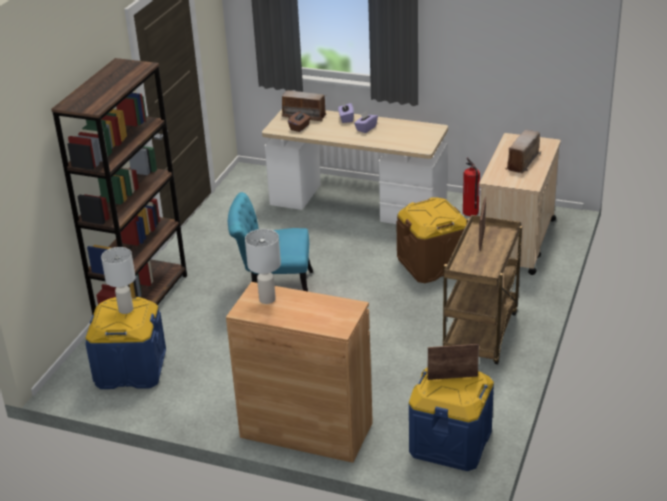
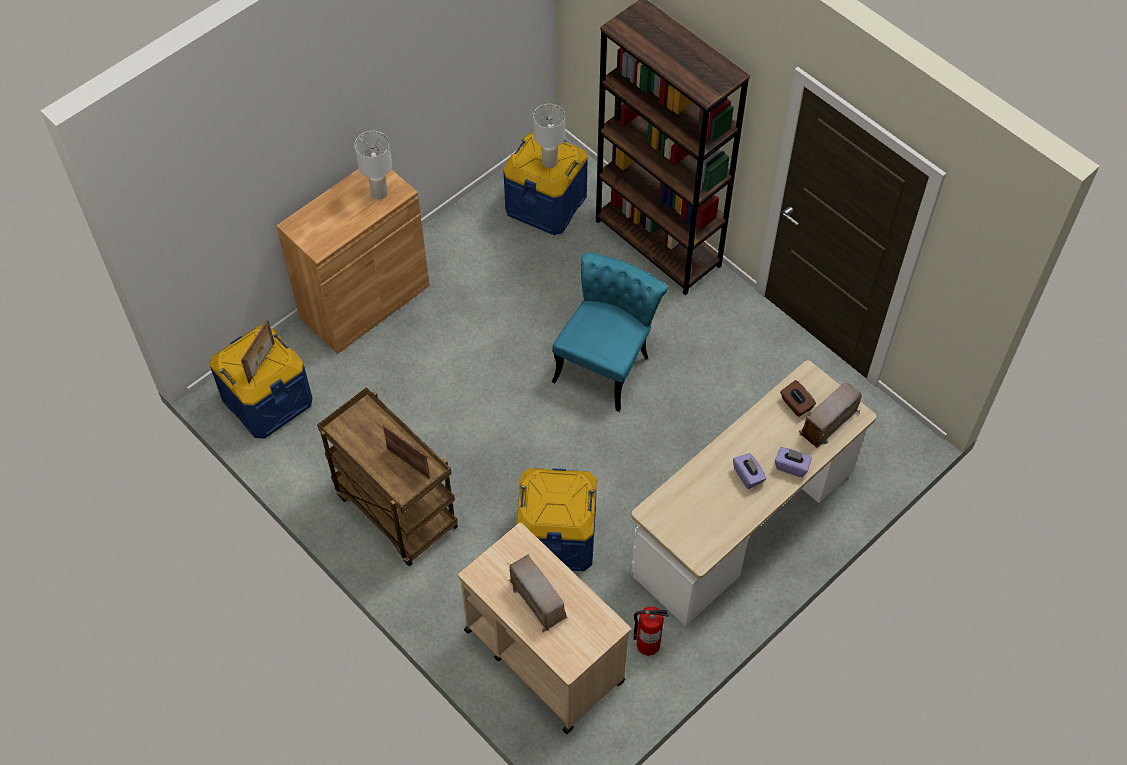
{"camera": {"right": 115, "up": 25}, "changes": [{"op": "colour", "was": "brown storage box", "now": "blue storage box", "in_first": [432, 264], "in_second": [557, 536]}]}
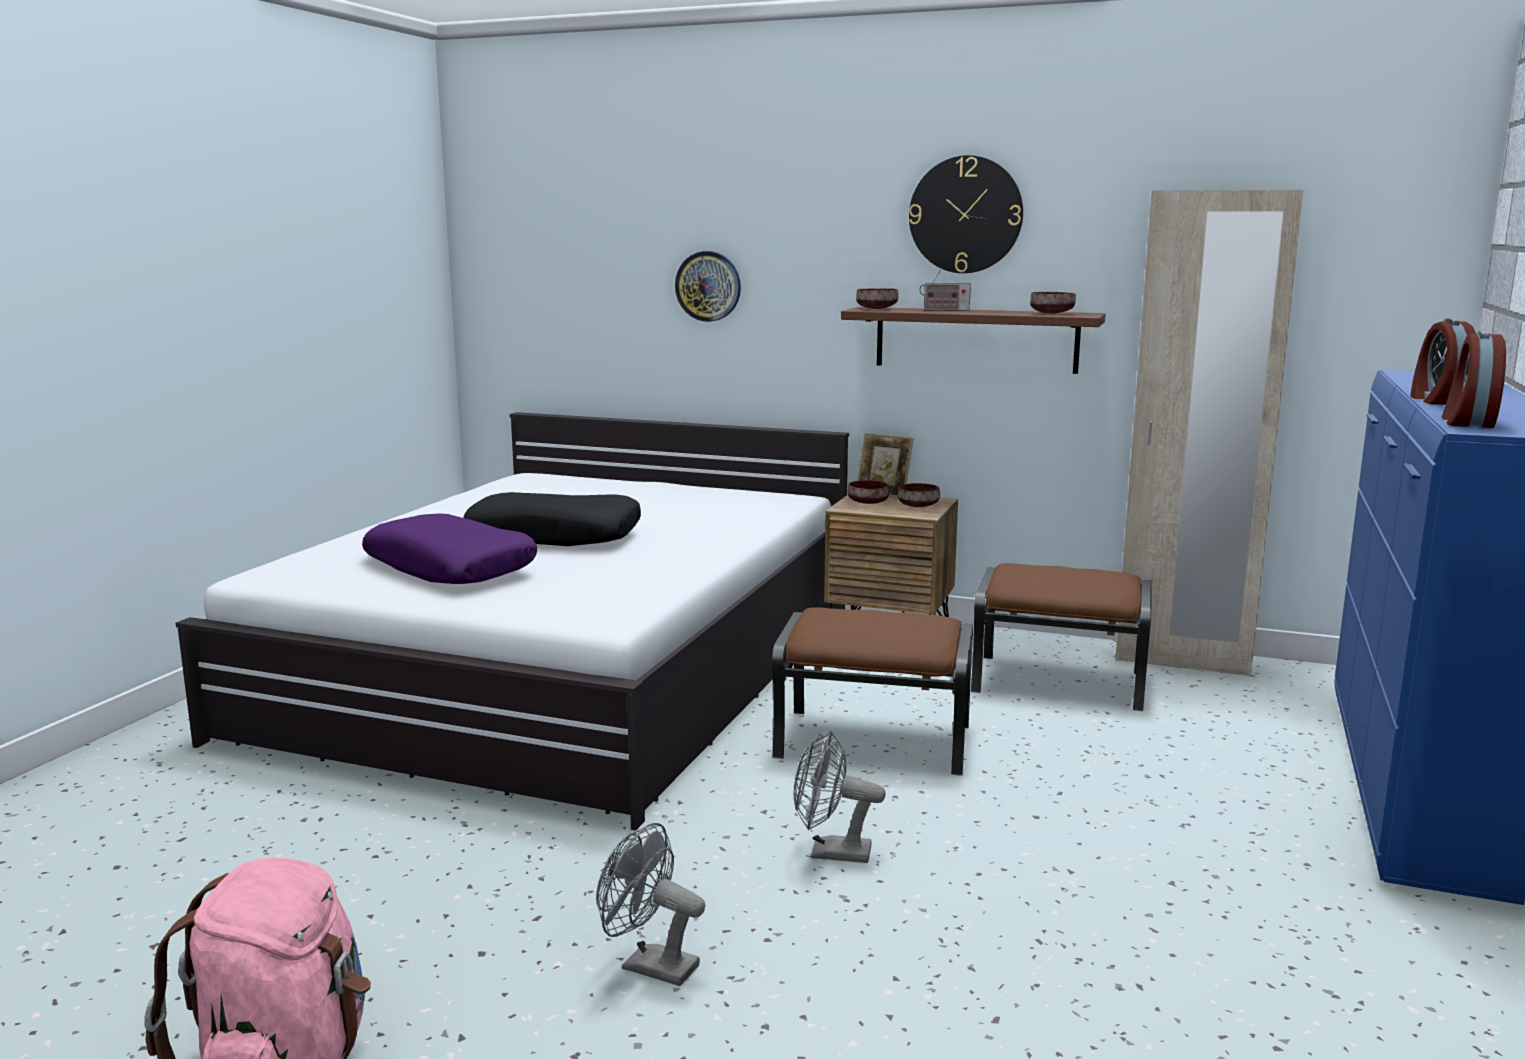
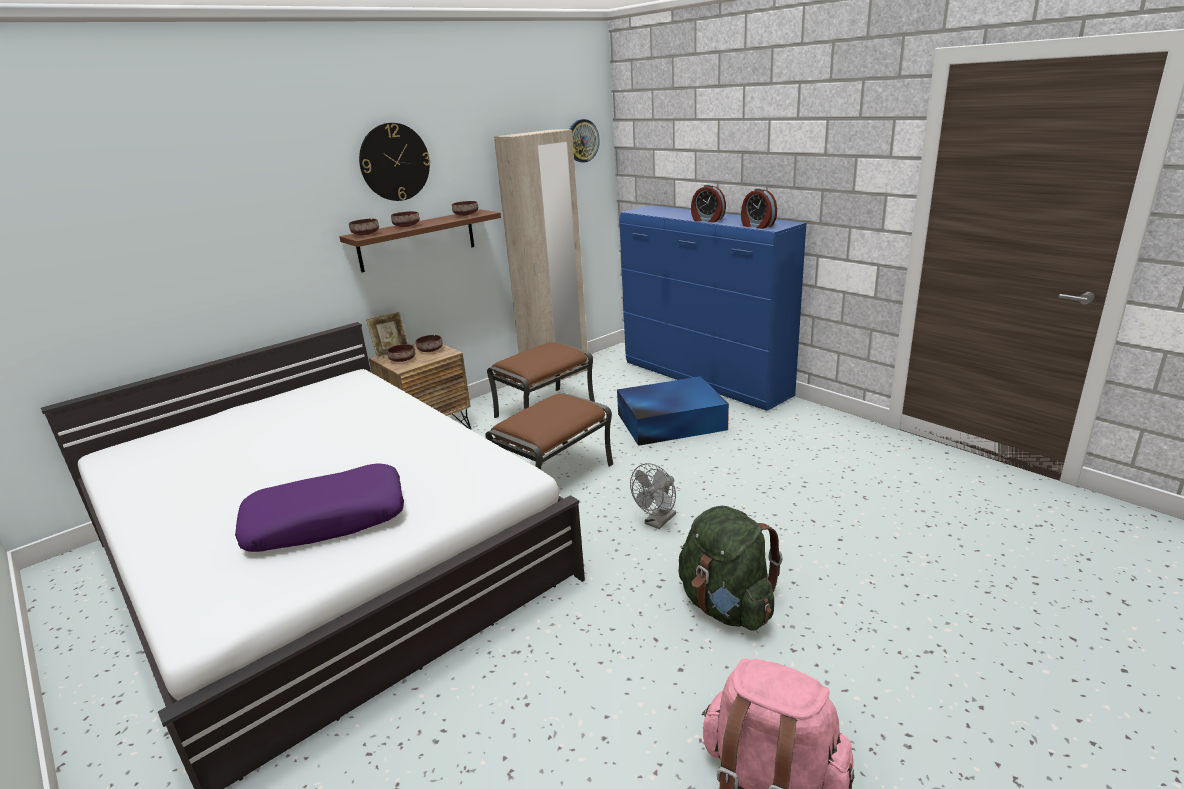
{"camera": {"right": -60, "up": 10}, "changes": [{"op": "exchanged", "was": "radio", "now": "brown bowl", "in_first": [944, 310], "in_second": [406, 226]}, {"op": "relocated", "was": "wall clock", "in_first": [708, 286], "in_second": [582, 141]}, {"op": "appeared", "now": "blue storage box", "in_second": [669, 421]}, {"op": "exchanged", "was": "grey fan", "now": "green backpack", "in_first": [649, 965], "in_second": [726, 607]}, {"op": "missing", "was": "black pillow", "in_first": [555, 536]}]}
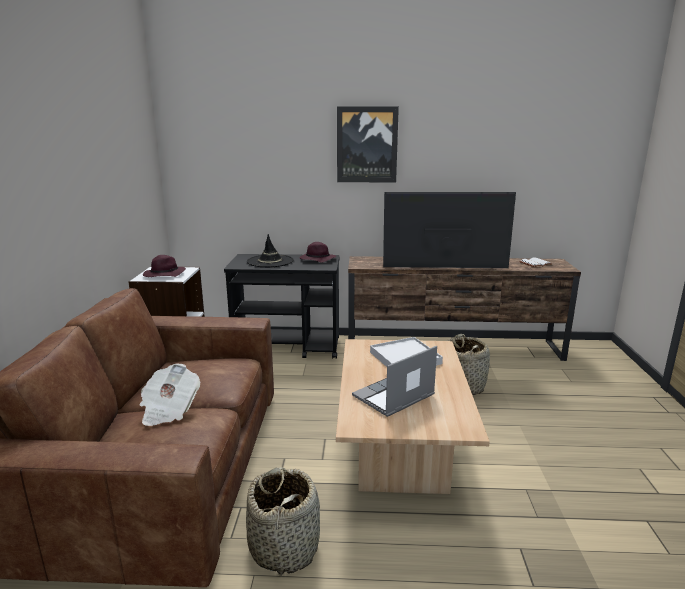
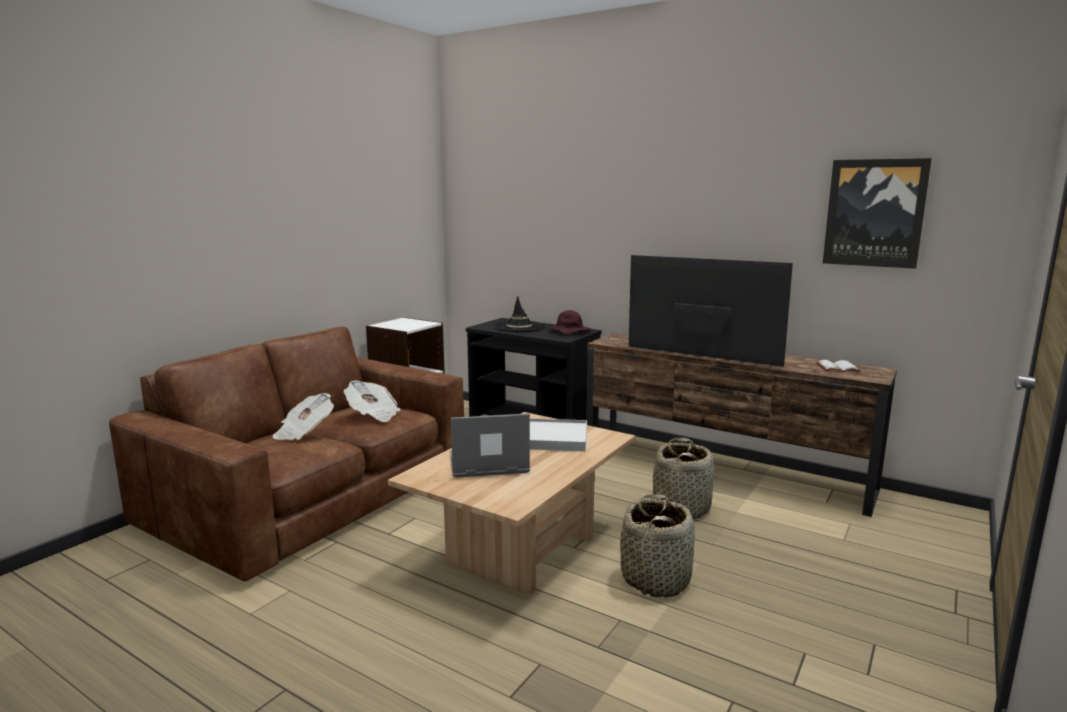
{"camera": {"right": 30, "up": -5}, "changes": [{"op": "appeared", "now": "newspaper", "in_second": [373, 415]}, {"op": "relocated", "was": "basket", "in_first": [284, 547], "in_second": [656, 579]}, {"op": "relocated", "was": "picture", "in_first": [367, 145], "in_second": [874, 213]}, {"op": "missing", "was": "purple hat", "in_first": [164, 275]}]}
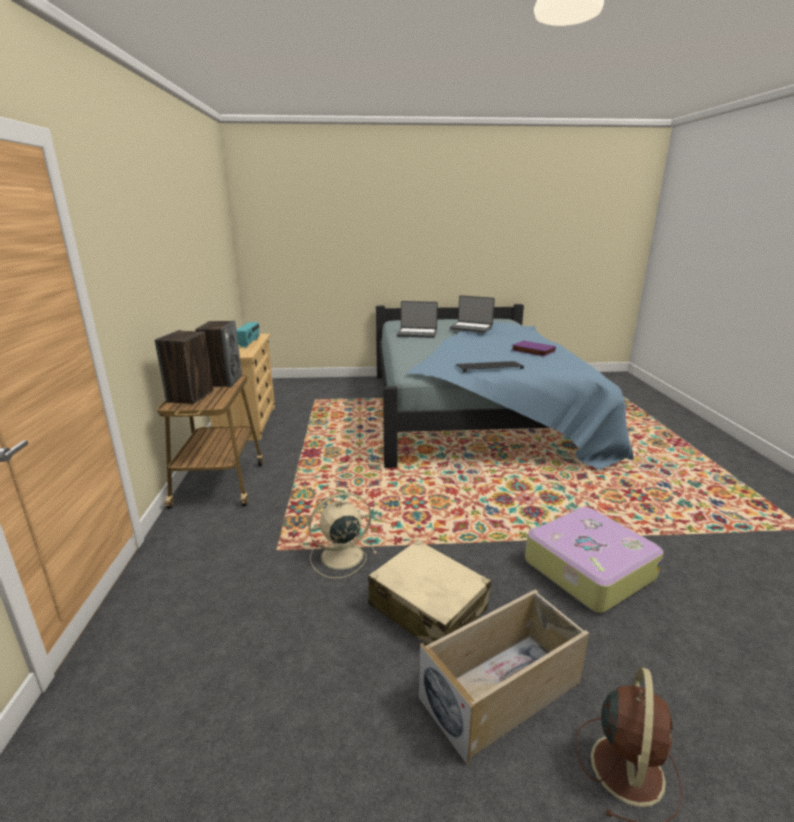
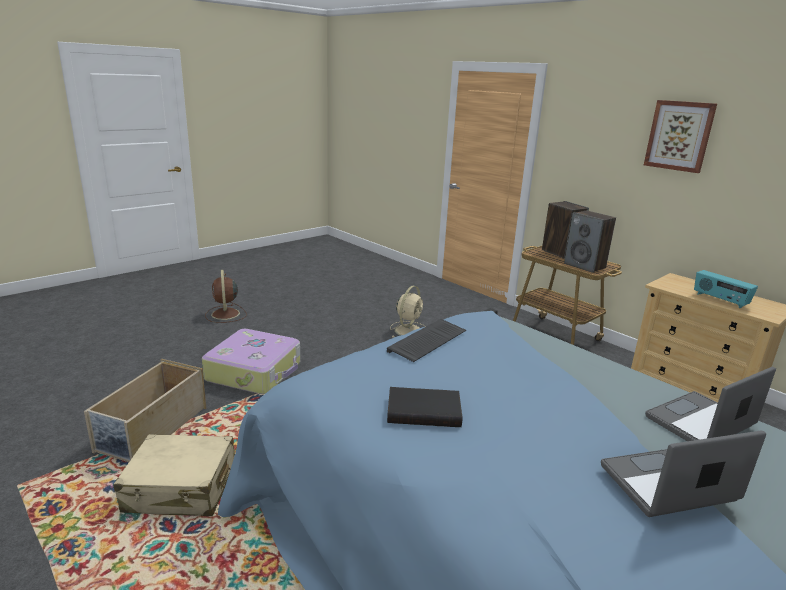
{"camera": {"right": 140, "up": 0}, "changes": [{"op": "relocated", "was": "beige storage box", "in_first": [501, 690], "in_second": [152, 429]}, {"op": "relocated", "was": "beige suitcase", "in_first": [427, 607], "in_second": [181, 488]}, {"op": "colour", "was": "purple book", "now": "black book", "in_first": [532, 351], "in_second": [424, 410]}, {"op": "appeared", "now": "picture", "in_second": [679, 136]}]}
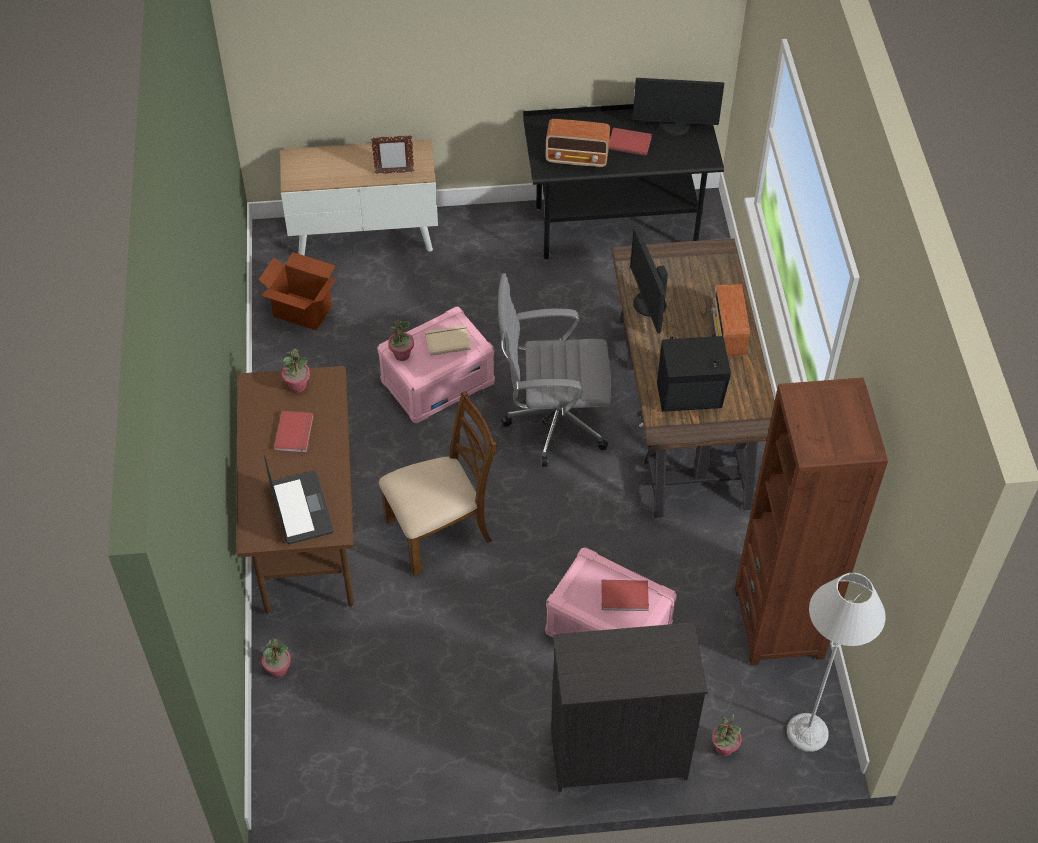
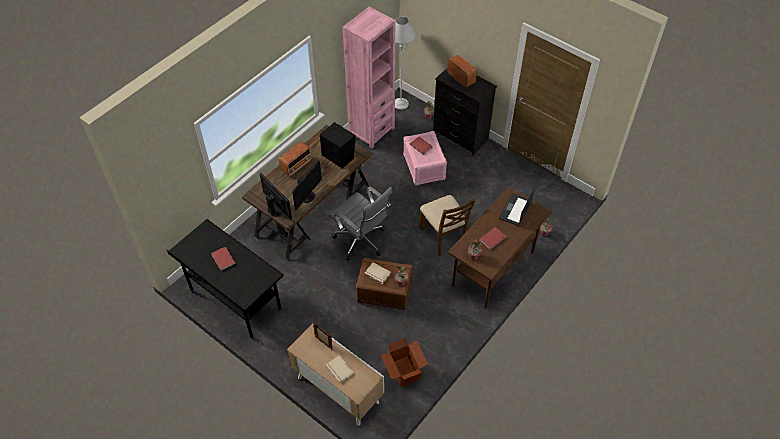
{"camera": {"right": -135, "up": 0}, "changes": [{"op": "relocated", "was": "monitor", "in_first": [674, 126], "in_second": [276, 209]}, {"op": "appeared", "now": "beige book", "in_second": [339, 370]}, {"op": "colour", "was": "brown bookcase", "now": "pink bookcase", "in_first": [779, 623], "in_second": [371, 131]}, {"op": "colour", "was": "pink storage box", "now": "brown storage box", "in_first": [437, 381], "in_second": [384, 292]}, {"op": "spun", "was": "brown chair", "in_first": [440, 530], "in_second": [444, 236], "clockwise": -135}, {"op": "relocated", "was": "radio", "in_first": [577, 158], "in_second": [461, 78]}]}
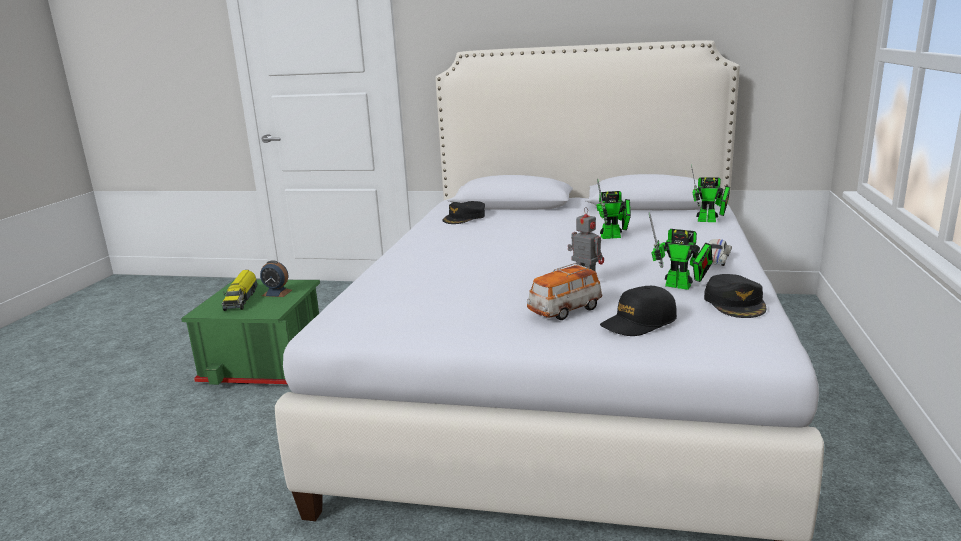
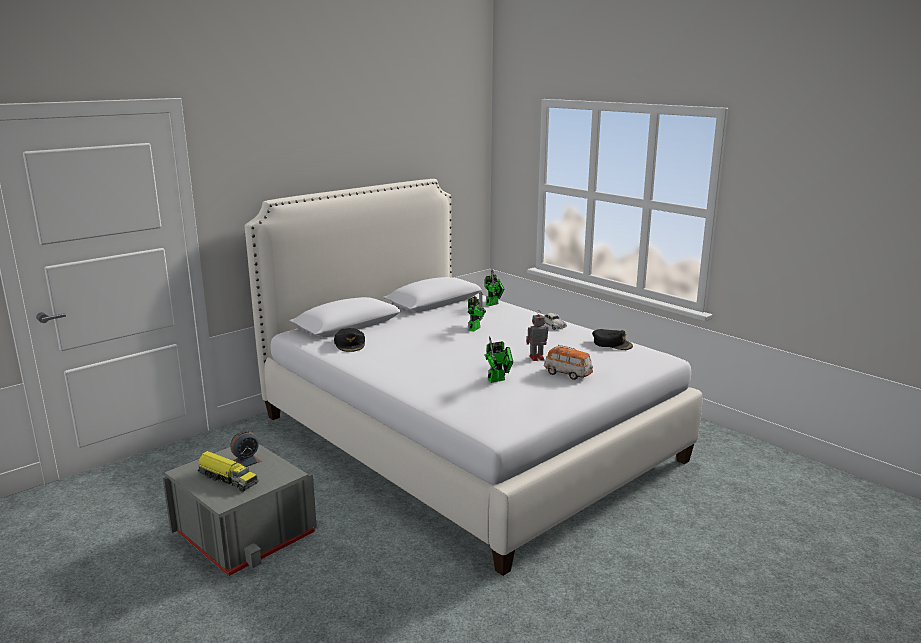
{"camera": {"right": -55, "up": 0}, "changes": [{"op": "colour", "was": "green storage box", "now": "grey storage box", "in_first": [266, 361], "in_second": [244, 533]}, {"op": "relocated", "was": "toy robot", "in_first": [682, 286], "in_second": [499, 379]}, {"op": "spun", "was": "toy car", "in_first": [564, 311], "in_second": [568, 374], "clockwise": -60}, {"op": "missing", "was": "black cap", "in_first": [639, 323]}]}
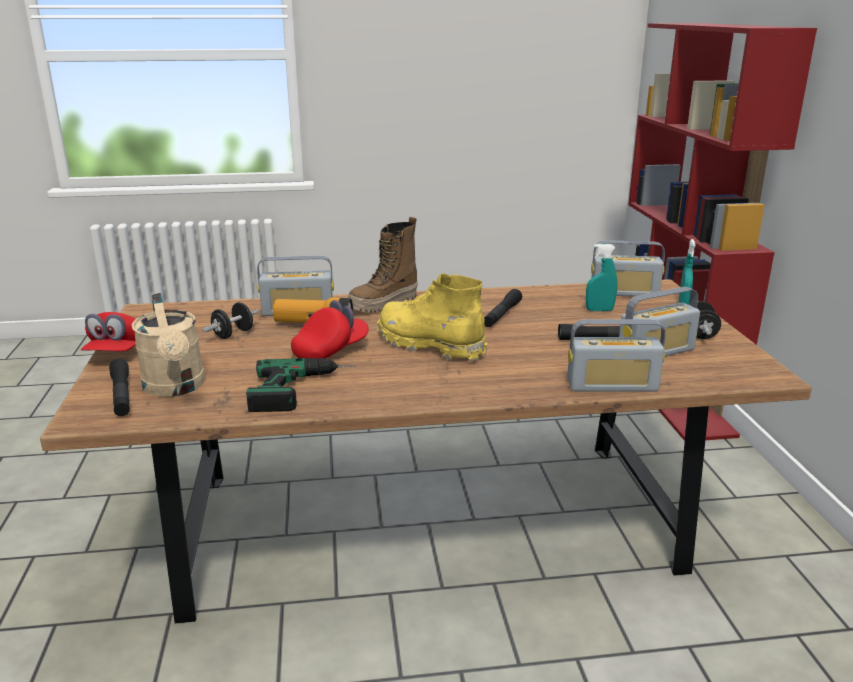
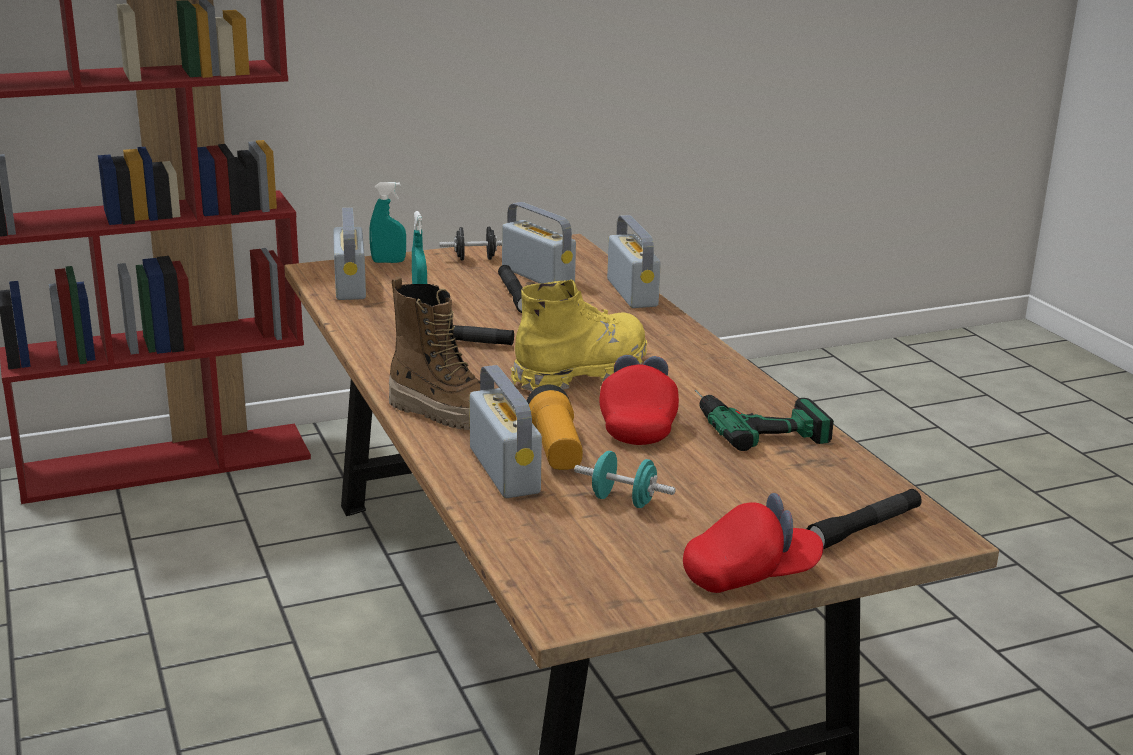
{"camera": {"right": -105, "up": 0}, "changes": [{"op": "spun", "was": "yellow boot", "in_first": [430, 345], "in_second": [582, 372], "clockwise": -150}, {"op": "colour", "was": "black dumbbell", "now": "turquoise dumbbell", "in_first": [233, 334], "in_second": [623, 501]}, {"op": "spun", "was": "red cap", "in_first": [331, 351], "in_second": [637, 424], "clockwise": 60}, {"op": "missing", "was": "beige watering can", "in_first": [176, 388]}]}
